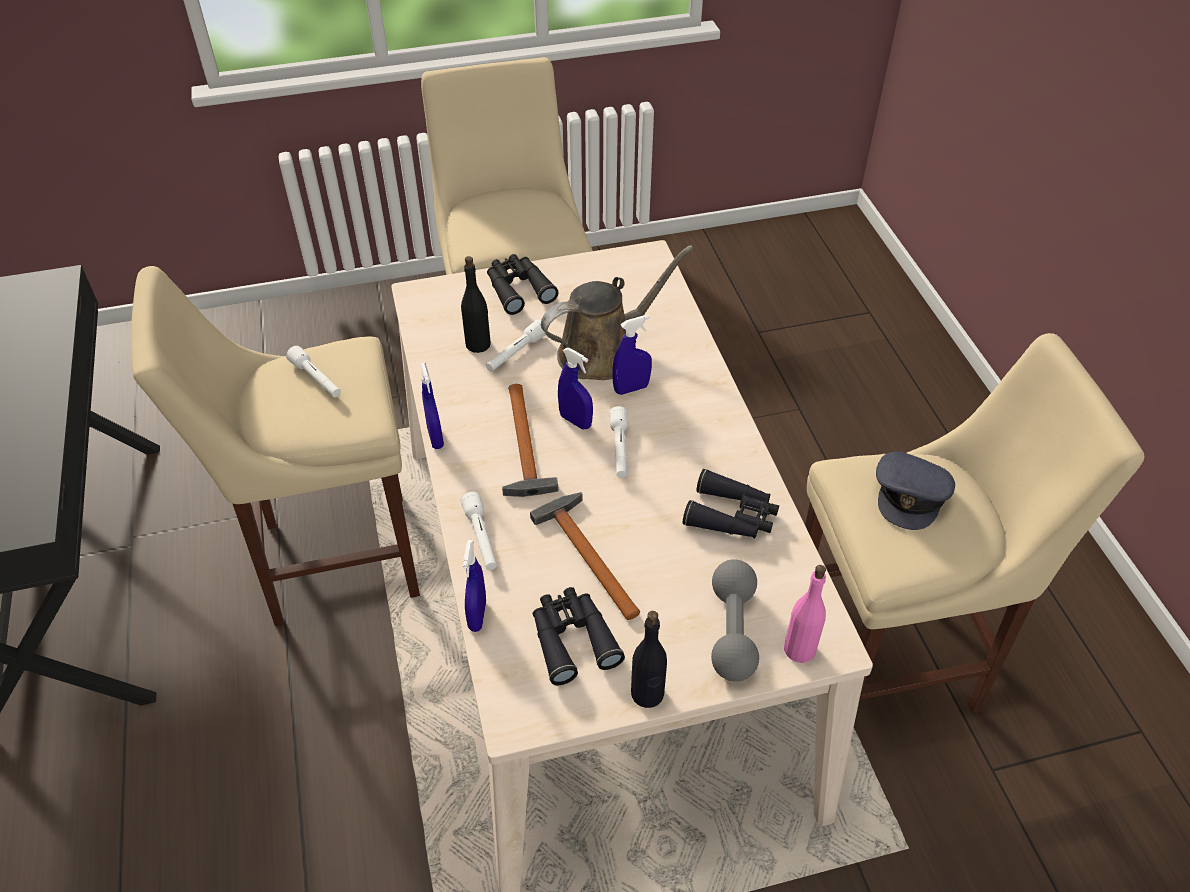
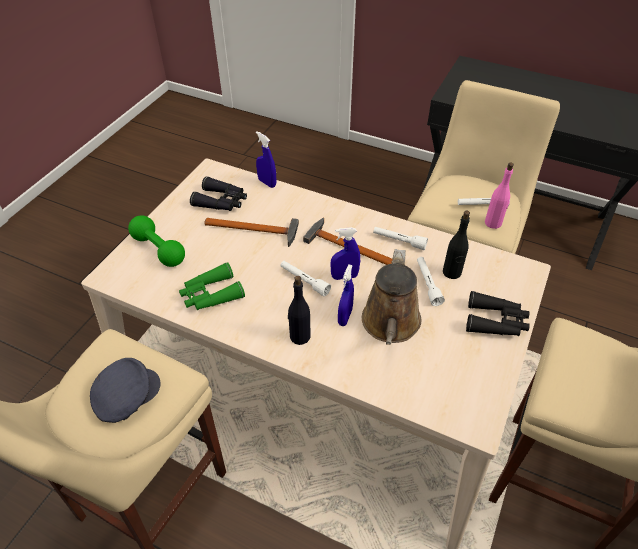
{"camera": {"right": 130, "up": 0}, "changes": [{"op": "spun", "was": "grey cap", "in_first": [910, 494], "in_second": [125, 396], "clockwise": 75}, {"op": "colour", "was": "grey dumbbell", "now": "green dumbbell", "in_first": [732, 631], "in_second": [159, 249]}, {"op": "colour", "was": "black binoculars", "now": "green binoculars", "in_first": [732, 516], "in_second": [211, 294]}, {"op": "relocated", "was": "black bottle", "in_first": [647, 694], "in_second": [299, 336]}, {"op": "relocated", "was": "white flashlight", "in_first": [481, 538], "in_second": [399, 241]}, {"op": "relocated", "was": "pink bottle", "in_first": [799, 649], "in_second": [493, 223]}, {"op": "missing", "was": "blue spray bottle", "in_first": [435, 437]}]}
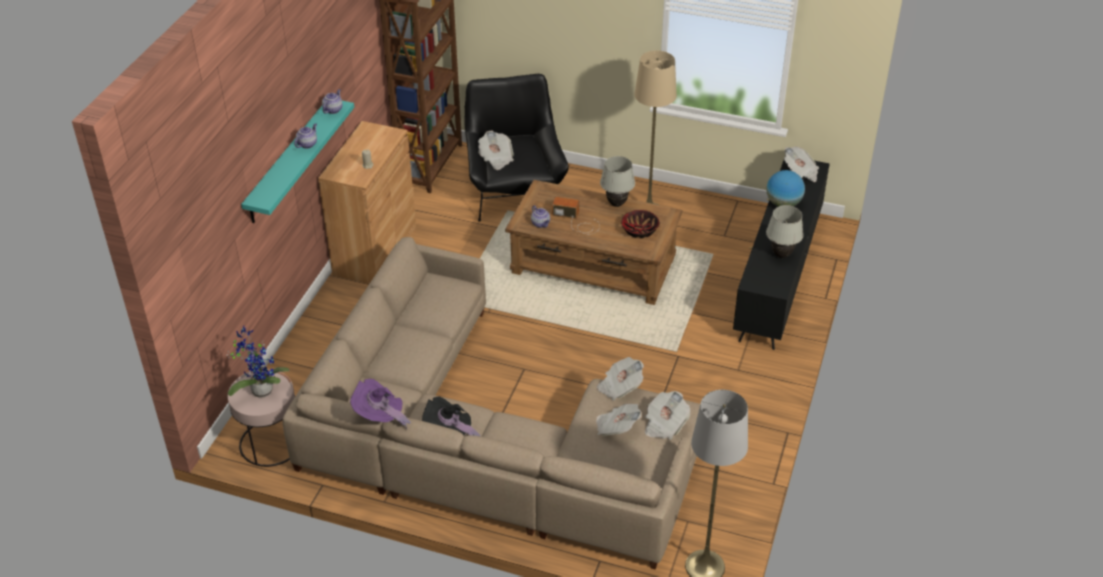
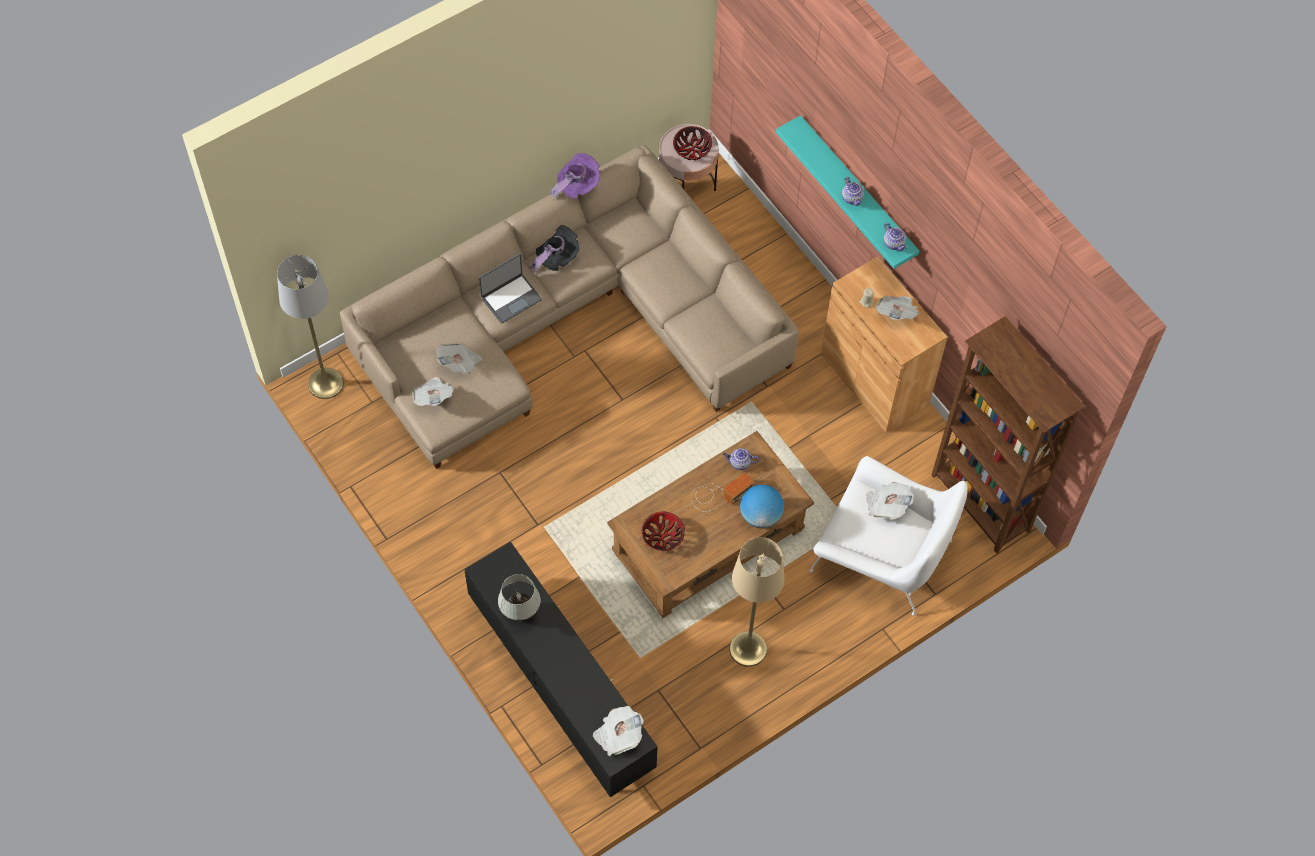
{"camera": {"right": 125, "up": 20}, "changes": [{"op": "appeared", "now": "laptop", "in_second": [511, 298]}, {"op": "exchanged", "was": "potted plant", "now": "bowl", "in_first": [260, 389], "in_second": [692, 150]}, {"op": "relocated", "was": "globe", "in_first": [783, 203], "in_second": [760, 516]}, {"op": "colour", "was": "black armchair", "now": "white armchair", "in_first": [514, 188], "in_second": [882, 554]}, {"op": "relocated", "was": "newspaper", "in_first": [620, 387], "in_second": [896, 313]}, {"op": "missing", "was": "white table lamp", "in_first": [617, 204]}]}
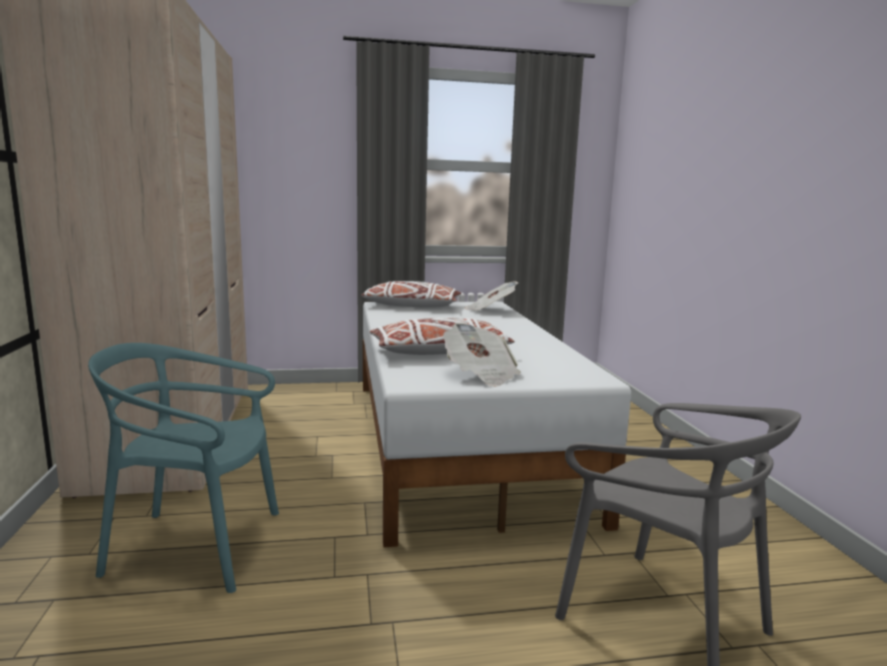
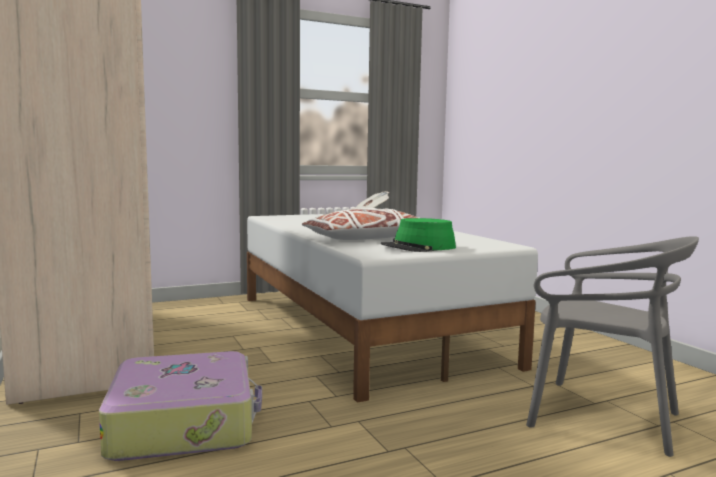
{"camera": {"right": -15, "up": -5}, "changes": [{"op": "exchanged", "was": "turquoise chair", "now": "suitcase", "in_first": [196, 546], "in_second": [184, 423]}, {"op": "exchanged", "was": "newspaper", "now": "green hat", "in_first": [480, 374], "in_second": [418, 247]}, {"op": "missing", "was": "white pillow", "in_first": [411, 306]}]}
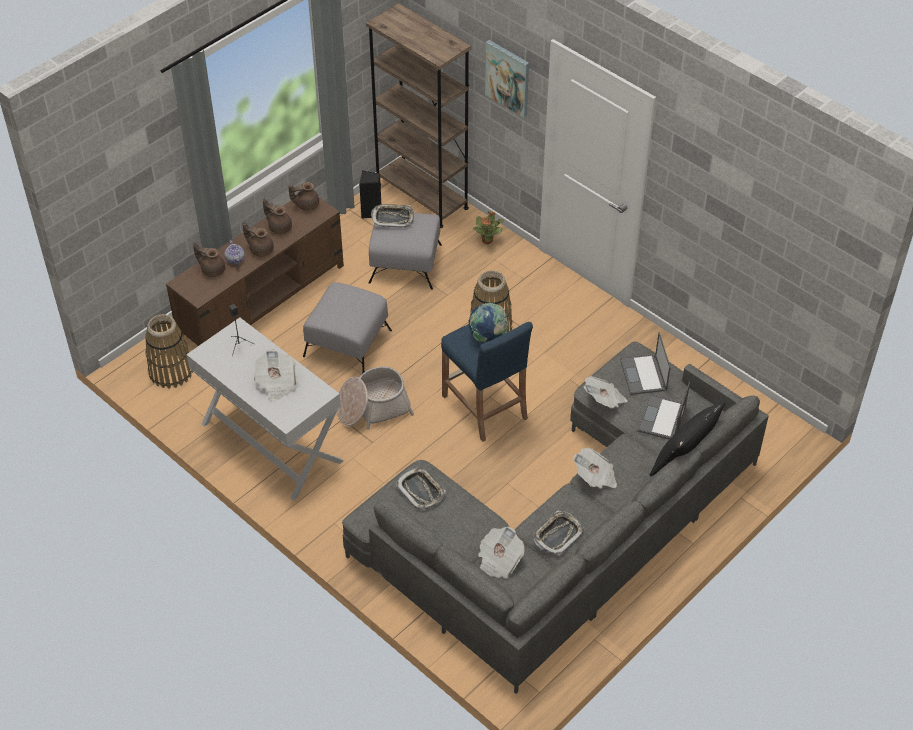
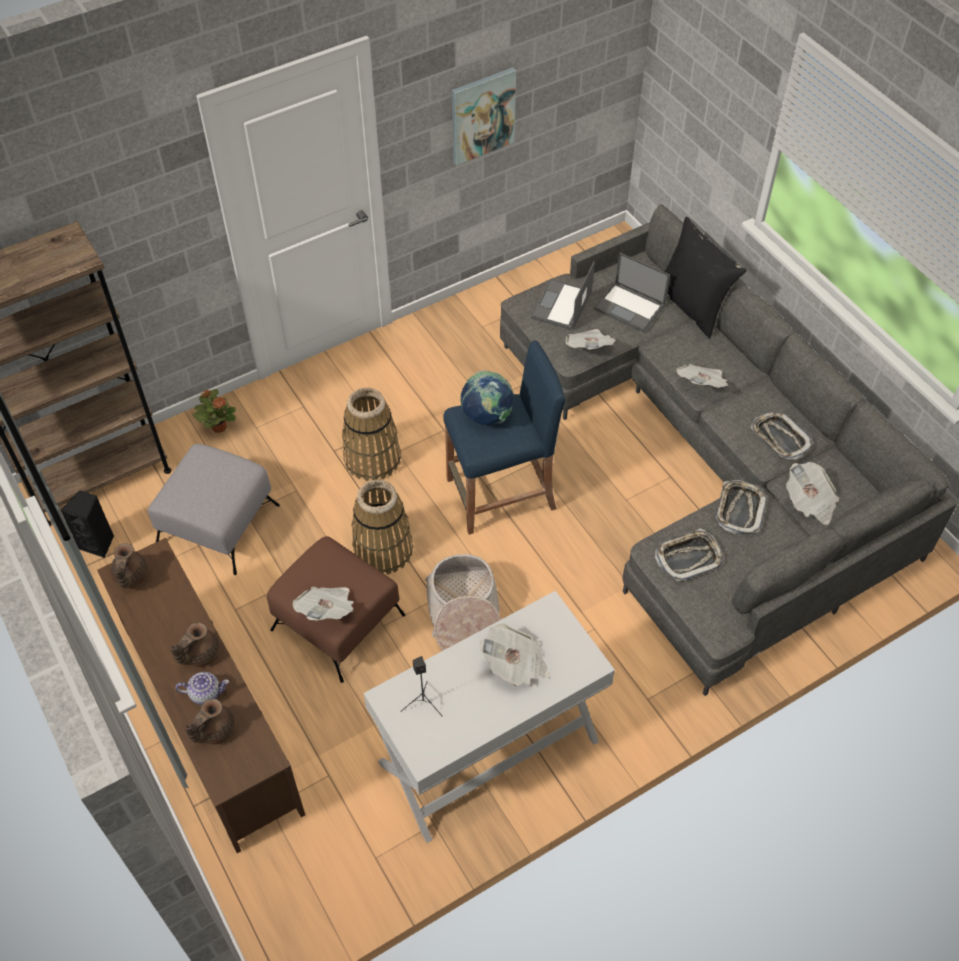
{"camera": {"right": -75, "up": 5}, "changes": [{"op": "colour", "was": "grey ottoman", "now": "brown ottoman", "in_first": [348, 342], "in_second": [337, 621]}, {"op": "appeared", "now": "newspaper", "in_second": [327, 610]}, {"op": "relocated", "was": "basket", "in_first": [171, 371], "in_second": [382, 549]}, {"op": "relocated", "was": "picture", "in_first": [508, 78], "in_second": [482, 115]}, {"op": "spun", "was": "laptop", "in_first": [643, 375], "in_second": [561, 306], "clockwise": 105}, {"op": "relocated", "was": "tray", "in_first": [393, 218], "in_second": [739, 510]}, {"op": "missing", "was": "brown teapot", "in_first": [279, 227]}]}
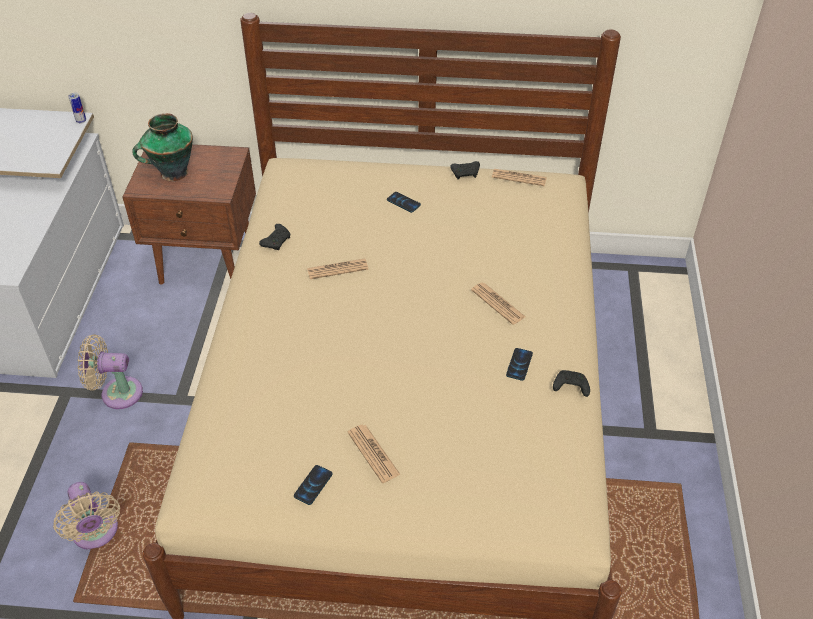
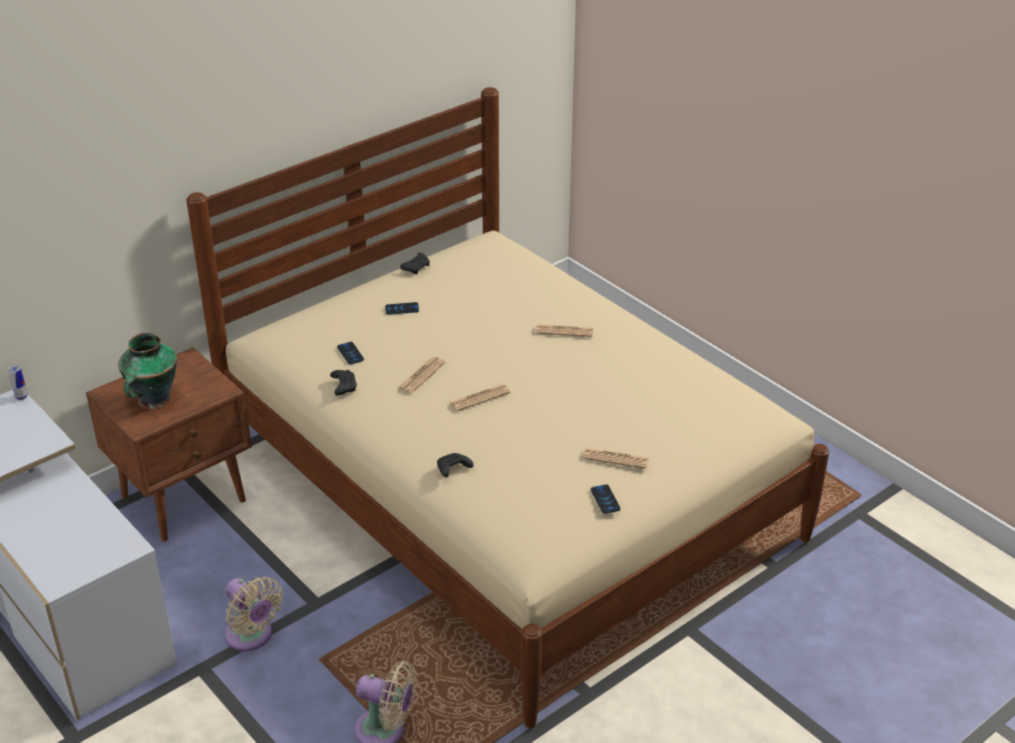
{"camera": {"right": -45, "up": -10}, "changes": [{"op": "spun", "was": "beige fan", "in_first": [117, 393], "in_second": [252, 637], "clockwise": -90}, {"op": "relocated", "was": "phone", "in_first": [519, 364], "in_second": [350, 354]}, {"op": "relocated", "was": "black game controller", "in_first": [569, 387], "in_second": [452, 469]}, {"op": "relocated", "was": "newspaper", "in_first": [519, 178], "in_second": [479, 398]}]}
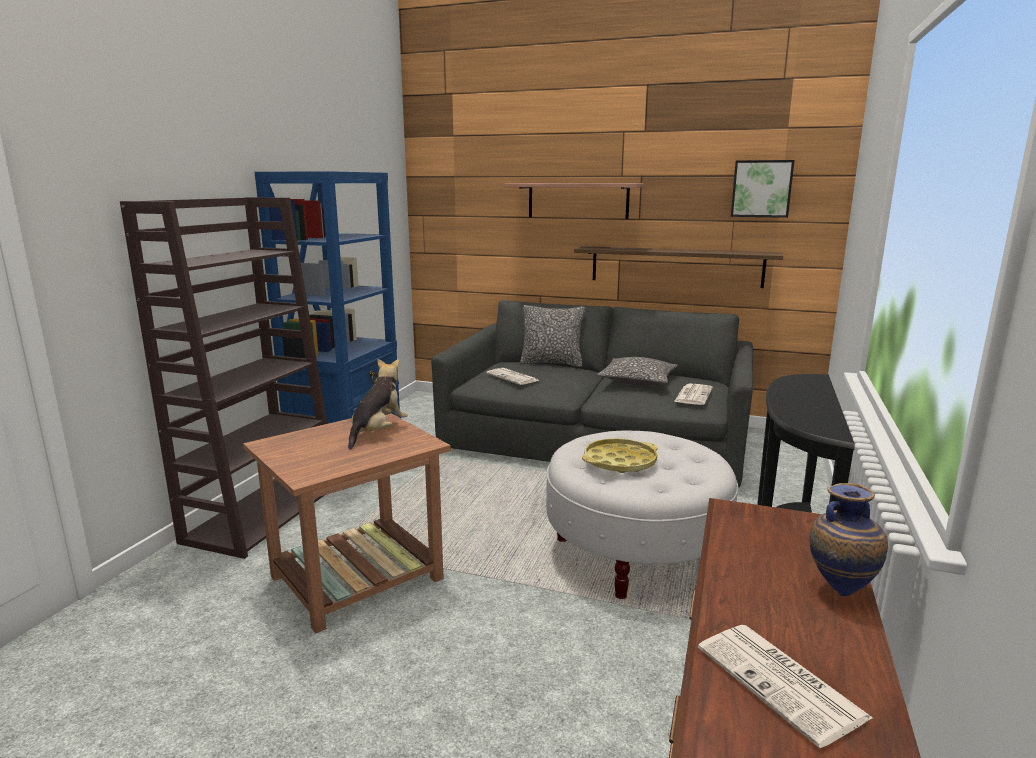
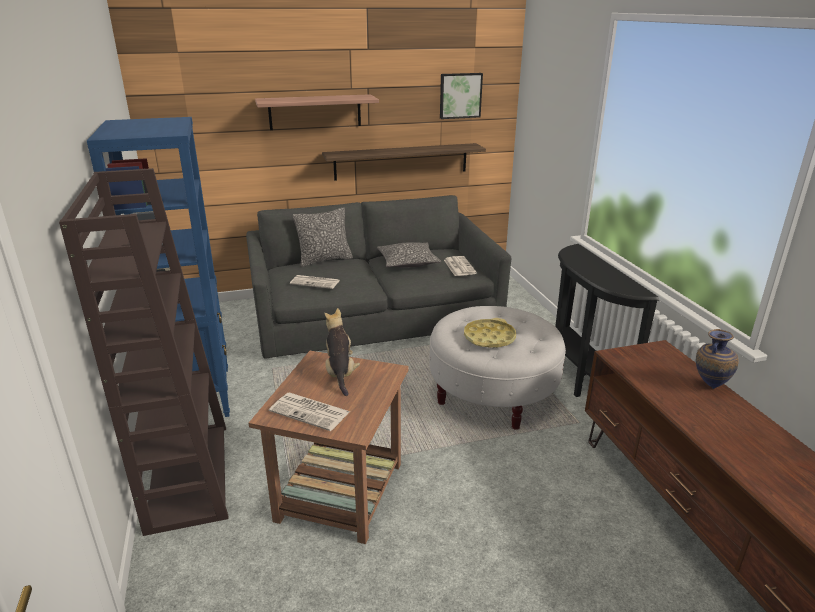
{"camera": {"right": -35, "up": 10}, "changes": [{"op": "relocated", "was": "newspaper", "in_first": [782, 683], "in_second": [311, 412]}]}
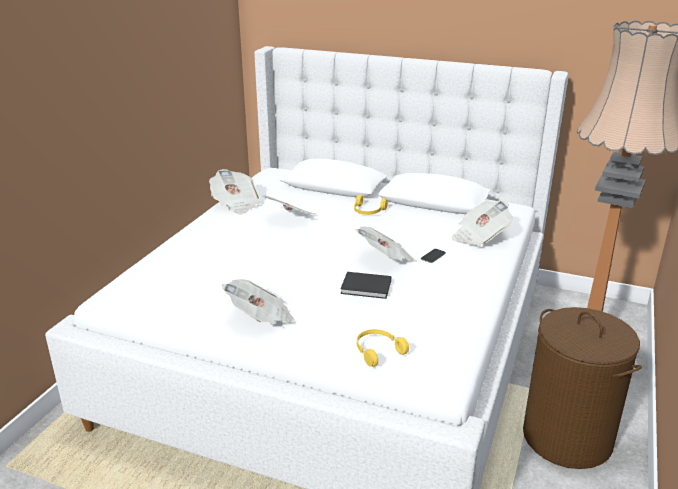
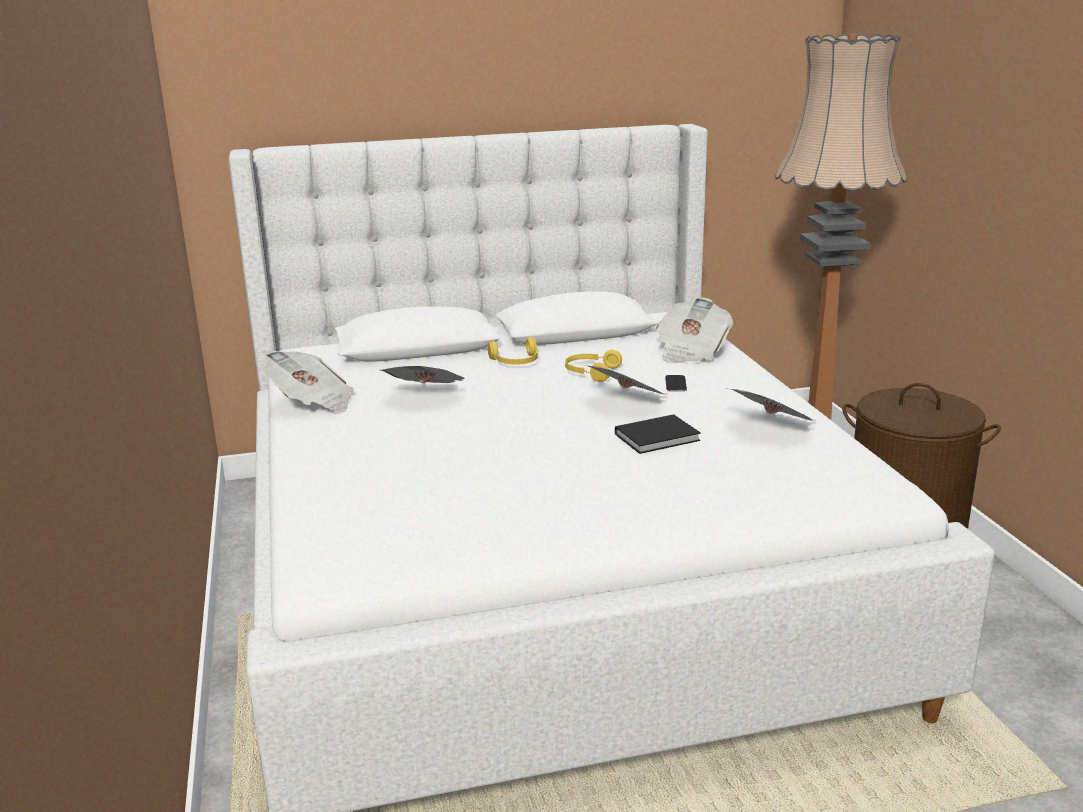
{"camera": {"right": -35, "up": -5}, "changes": [{"op": "relocated", "was": "yellow headphones", "in_first": [377, 351], "in_second": [590, 372]}, {"op": "relocated", "was": "newspaper", "in_first": [261, 318], "in_second": [773, 429]}]}
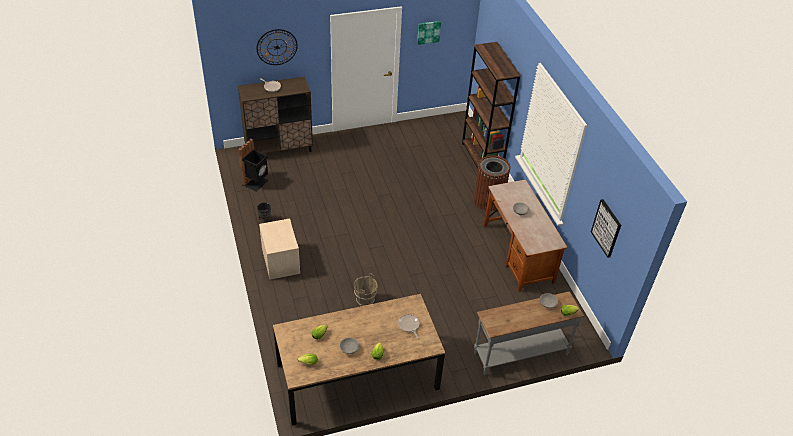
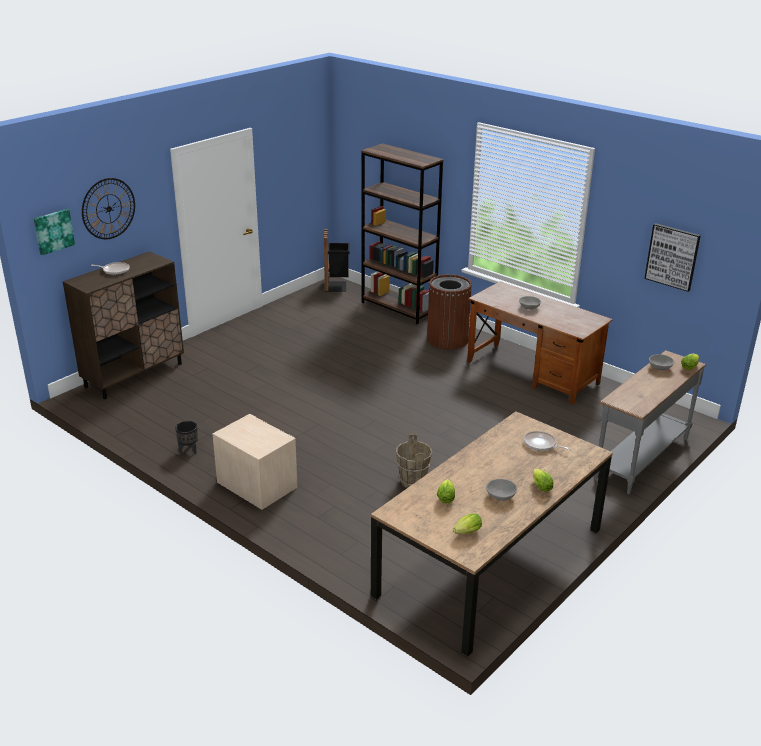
{"camera": {"right": -30, "up": -15}, "changes": [{"op": "relocated", "was": "picture", "in_first": [428, 32], "in_second": [53, 231]}, {"op": "relocated", "was": "black trash can", "in_first": [256, 183], "in_second": [337, 286]}]}
